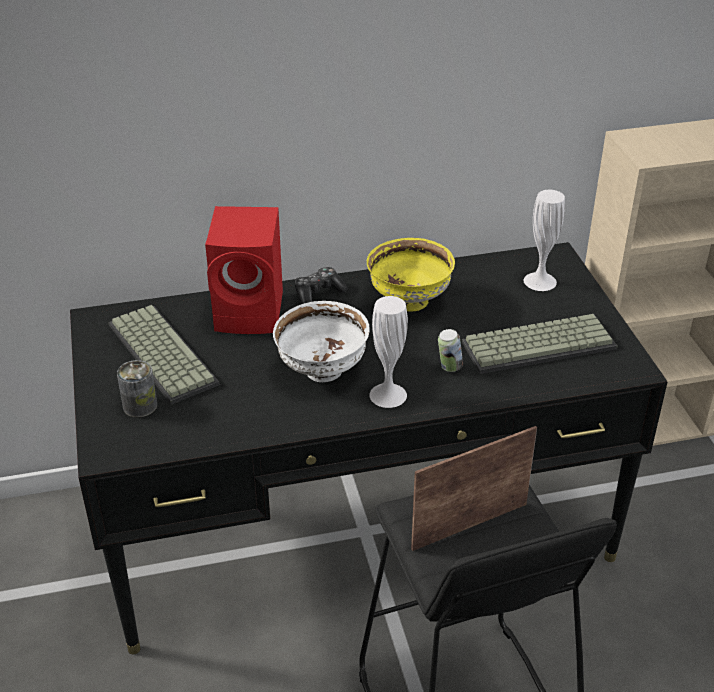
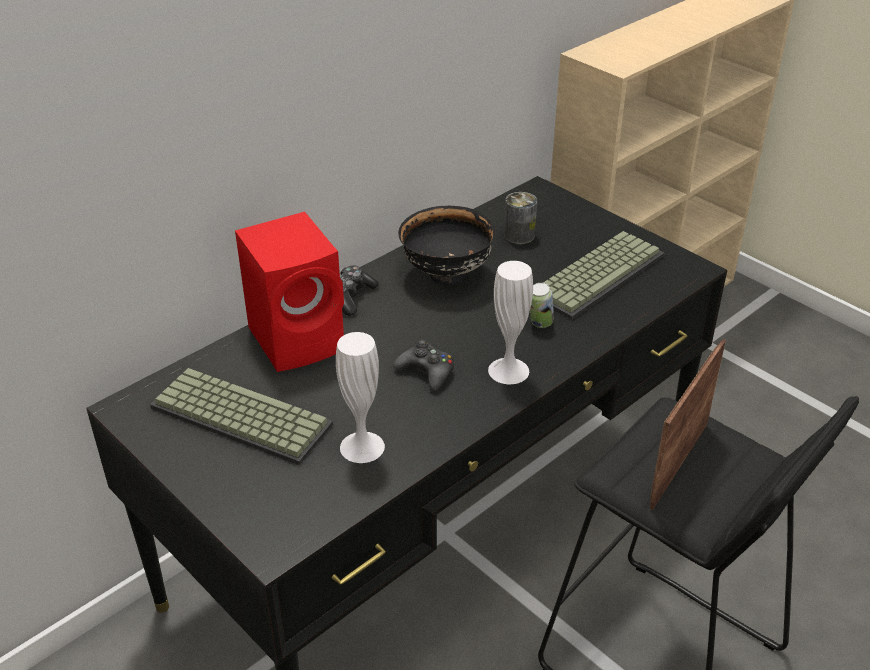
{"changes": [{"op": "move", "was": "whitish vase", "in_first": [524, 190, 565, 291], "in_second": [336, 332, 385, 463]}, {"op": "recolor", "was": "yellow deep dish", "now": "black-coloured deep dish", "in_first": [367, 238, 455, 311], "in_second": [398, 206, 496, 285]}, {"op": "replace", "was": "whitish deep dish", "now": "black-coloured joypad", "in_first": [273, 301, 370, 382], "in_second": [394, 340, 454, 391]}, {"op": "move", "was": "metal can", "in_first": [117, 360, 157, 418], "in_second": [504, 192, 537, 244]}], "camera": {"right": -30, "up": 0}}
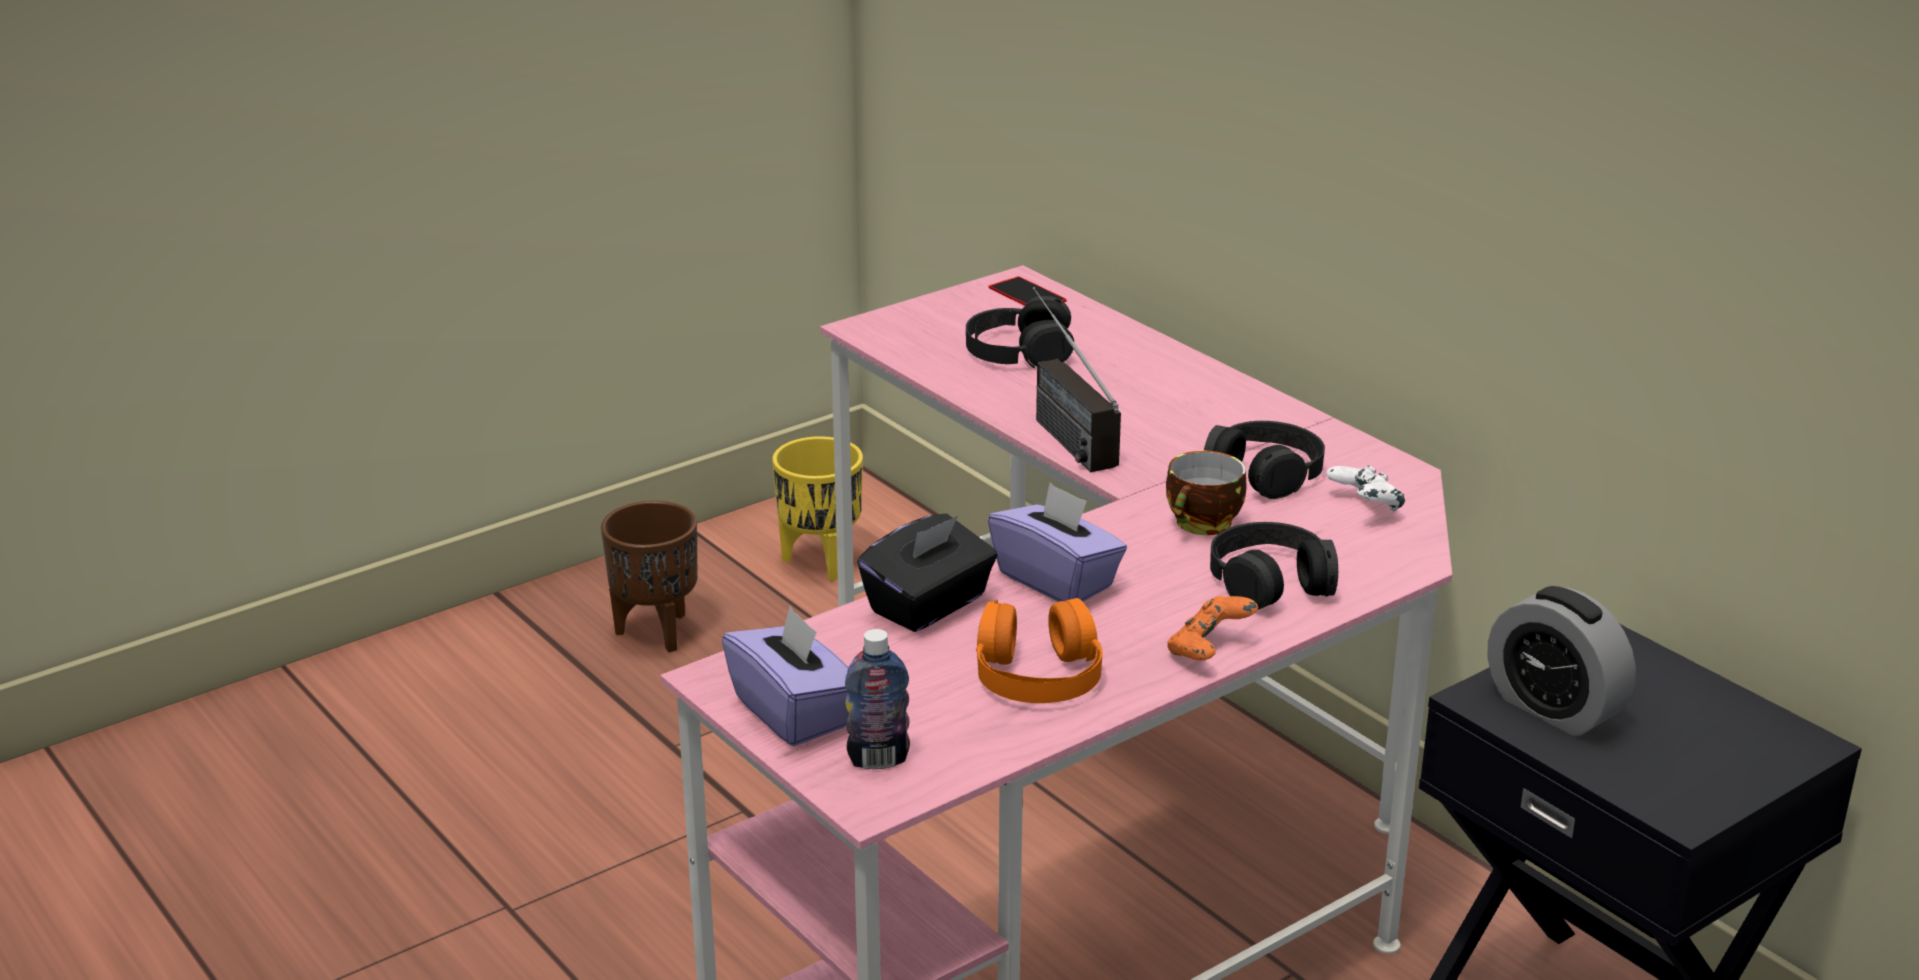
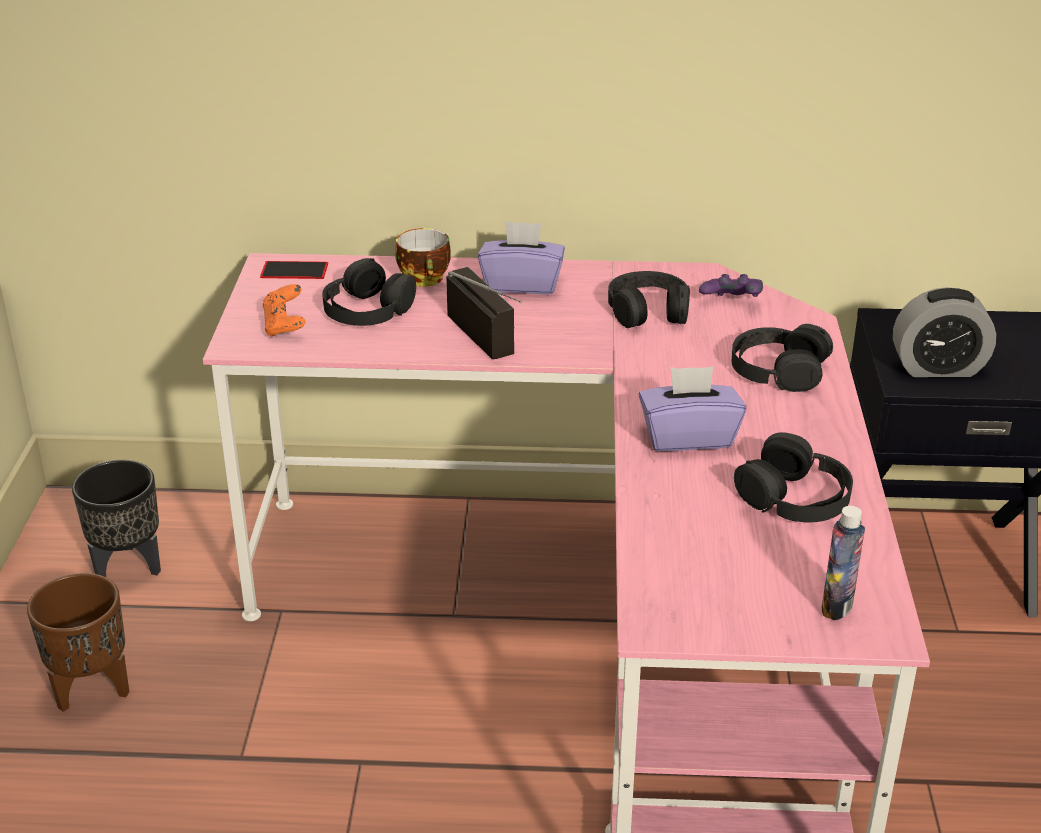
{"changes": [{"op": "rotate", "was": "radio receiver", "in_first": [1033, 287, 1121, 472], "in_second": [446, 267, 522, 359], "clockwise": -135}, {"op": "recolor", "was": "yellow flower pot", "now": "black-coloured flower pot", "in_first": [772, 436, 863, 581], "in_second": [72, 460, 161, 577]}, {"op": "move", "was": "small cup", "in_first": [1166, 451, 1247, 535], "in_second": [395, 228, 451, 287]}, {"op": "recolor", "was": "whitish joypad", "now": "purplish joypad", "in_first": [1326, 466, 1405, 512], "in_second": [699, 274, 763, 297]}, {"op": "delete", "was": "black-coloured box of tissues", "in_first": [857, 513, 997, 632]}, {"op": "move", "was": "orangey joypad", "in_first": [1167, 596, 1258, 661], "in_second": [263, 284, 305, 336]}, {"op": "recolor", "was": "orangey pair of headphones", "now": "black-coloured pair of headphones", "in_first": [976, 598, 1103, 703], "in_second": [734, 432, 853, 523]}, {"op": "move", "was": "purplish box of tissues", "in_first": [722, 606, 849, 746], "in_second": [478, 221, 565, 294]}], "camera": {"right": -50, "up": 5}}
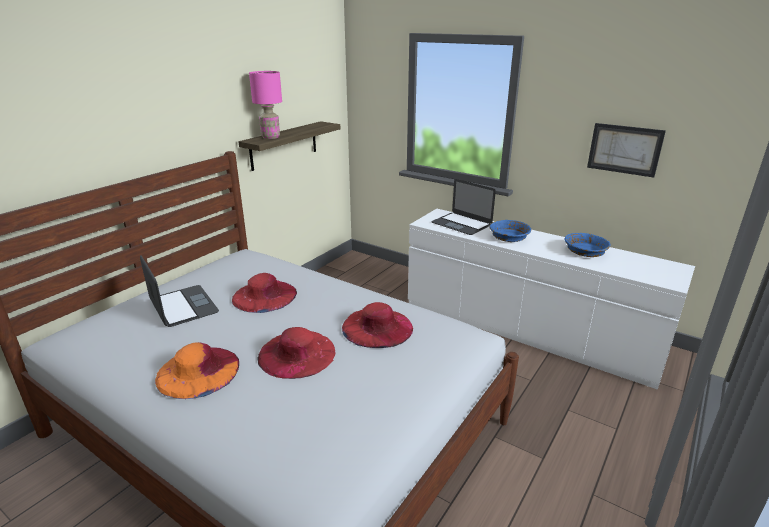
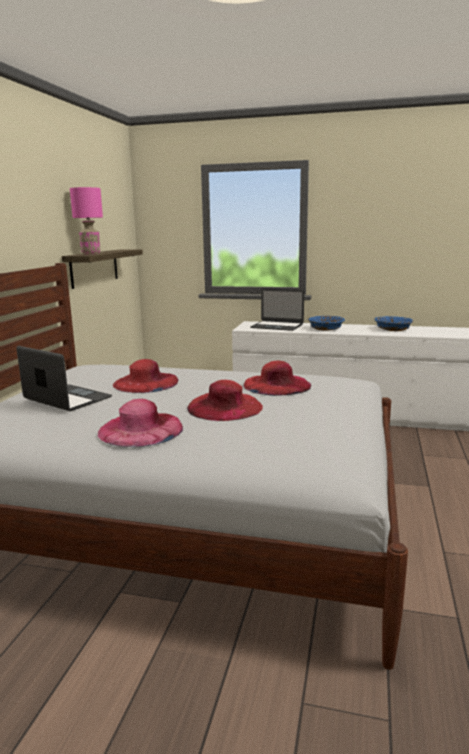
{"changes": [{"op": "delete", "was": "wall art", "in_first": [587, 123, 666, 178]}, {"op": "recolor", "was": "orangey clothing hat", "now": "pink clothing hat", "in_first": [155, 342, 239, 399], "in_second": [98, 399, 183, 447]}], "camera": {"right": -20, "up": -10}}
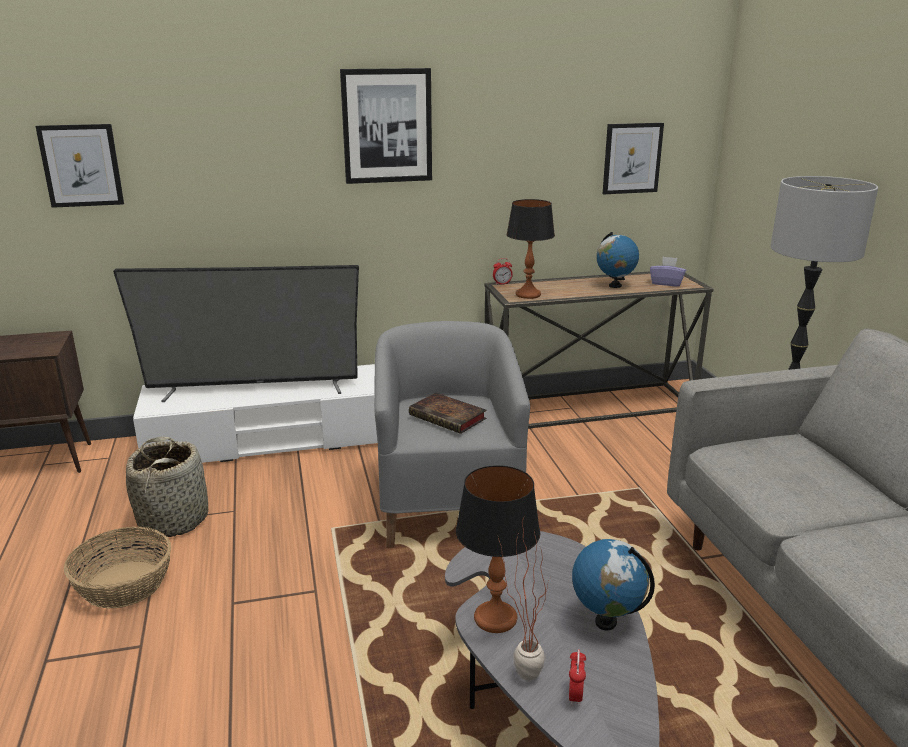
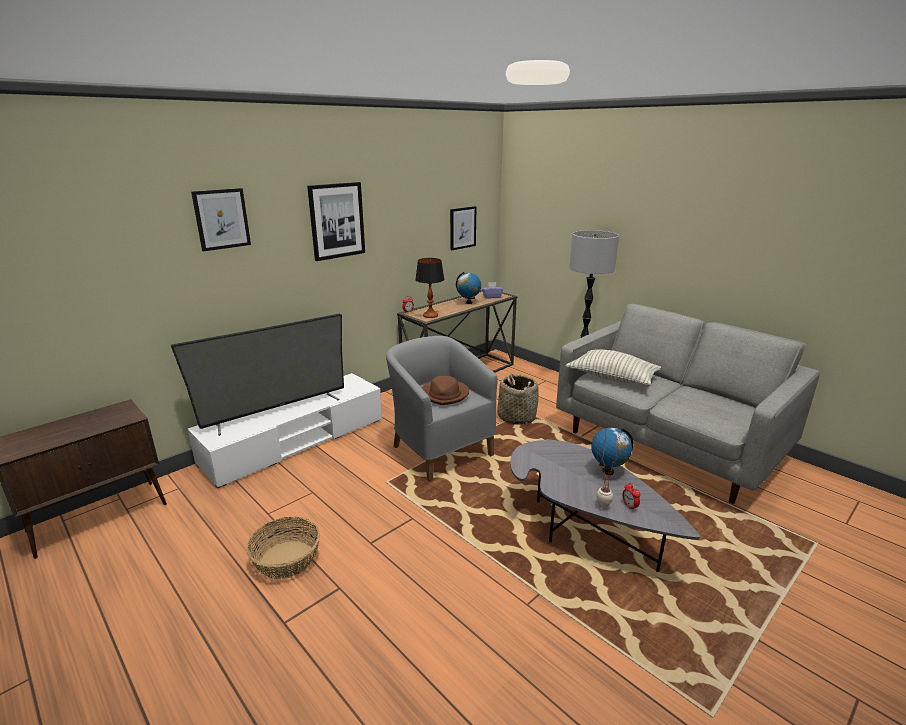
{"changes": [{"op": "move", "was": "wall art", "in_first": [36, 124, 124, 208], "in_second": [191, 188, 251, 252]}, {"op": "replace", "was": "bound book", "now": "brownish clothing hat", "in_first": [409, 393, 487, 434], "in_second": [422, 376, 469, 405]}, {"op": "move", "was": "storage basket", "in_first": [126, 437, 209, 537], "in_second": [497, 373, 539, 425]}, {"op": "delete", "was": "tabletop lamp", "in_first": [456, 465, 540, 633]}, {"op": "insert", "now": "cushion", "in_second": [566, 349, 661, 386]}], "camera": {"right": -30, "up": 0}}
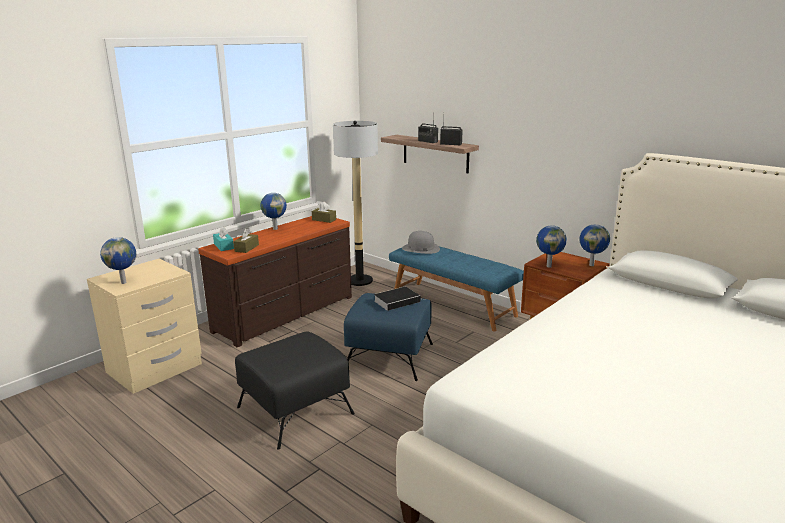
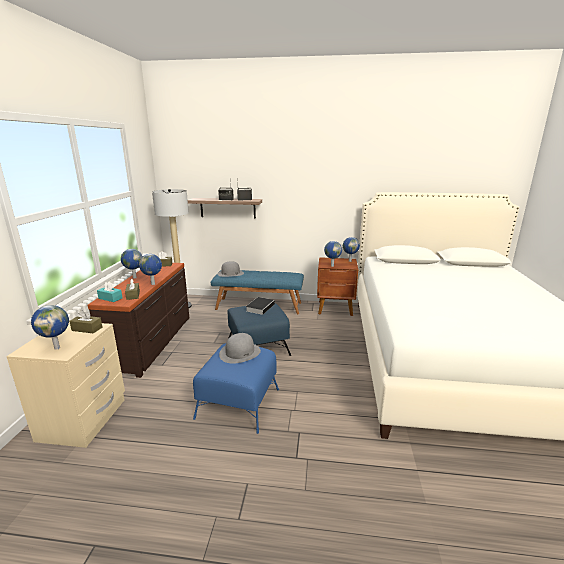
{"changes": [{"op": "recolor", "was": "black-coloured ottoman", "now": "blue ottoman", "in_first": [235, 331, 355, 449], "in_second": [193, 343, 279, 434]}, {"op": "insert", "now": "world globe", "in_second": [139, 254, 162, 285]}, {"op": "insert", "now": "brownish box of tissues", "in_second": [69, 310, 102, 334]}, {"op": "insert", "now": "grey clothing hat", "in_second": [219, 333, 261, 364]}], "camera": {"right": -35, "up": 0}}
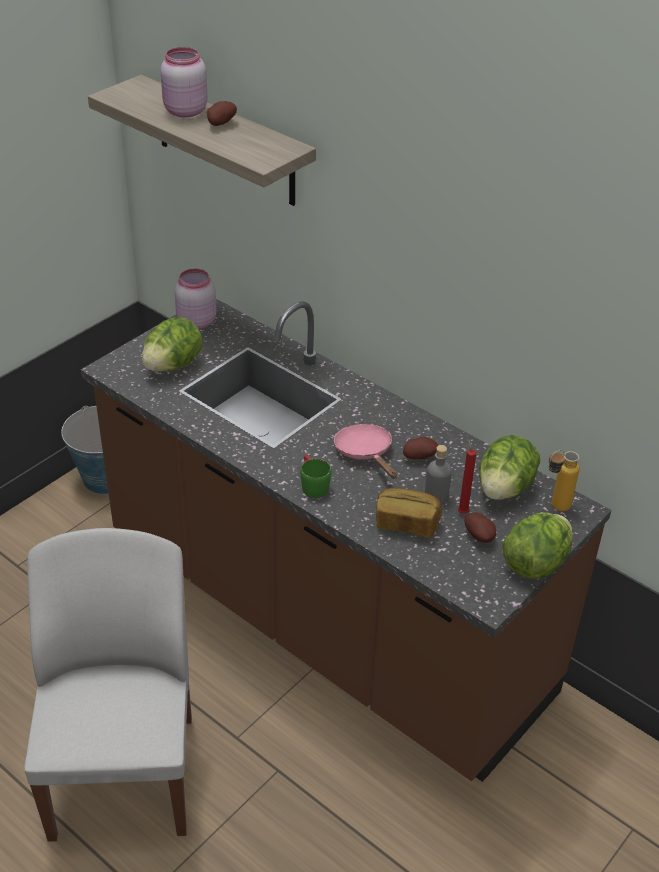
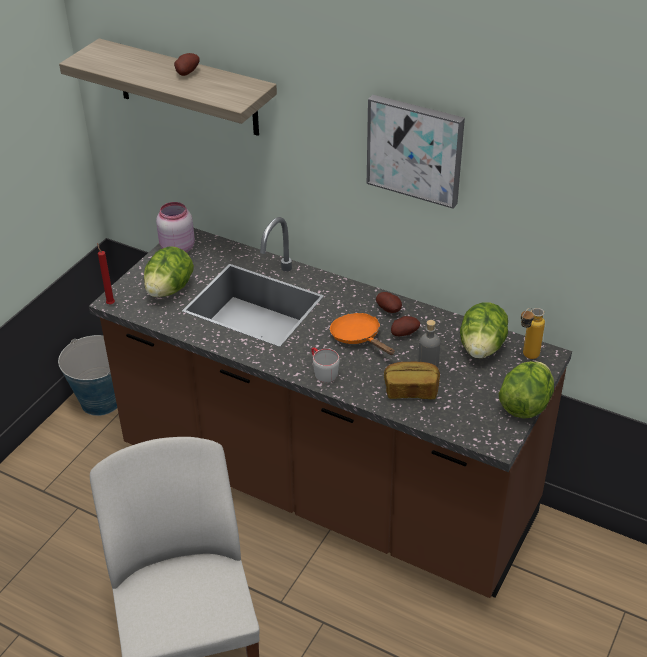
{"changes": [{"op": "delete", "was": "pink storage jar", "in_first": [160, 47, 208, 118]}, {"op": "recolor", "was": "pink pan", "now": "orangey pan", "in_first": [334, 424, 398, 479], "in_second": [330, 313, 395, 355]}, {"op": "move", "was": "reddish wax light", "in_first": [458, 438, 476, 514], "in_second": [97, 243, 115, 304]}, {"op": "recolor", "was": "green tea mug", "now": "grey tea mug", "in_first": [300, 455, 332, 498], "in_second": [311, 347, 340, 383]}, {"op": "move", "was": "spud", "in_first": [465, 513, 496, 543], "in_second": [376, 292, 402, 313]}, {"op": "insert", "now": "wall art", "in_second": [367, 95, 465, 209]}], "camera": {"right": -10, "up": 0}}
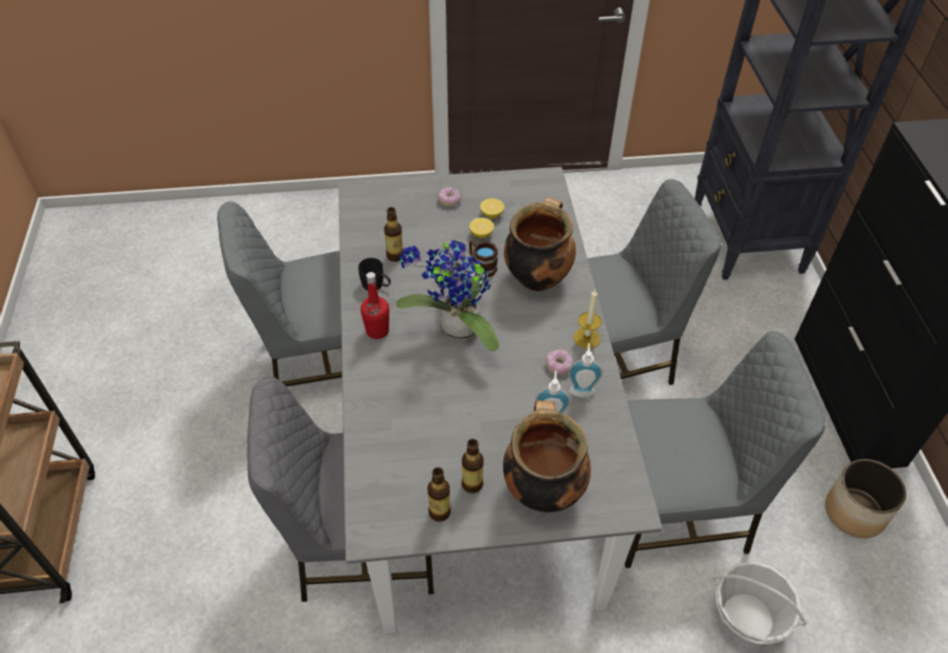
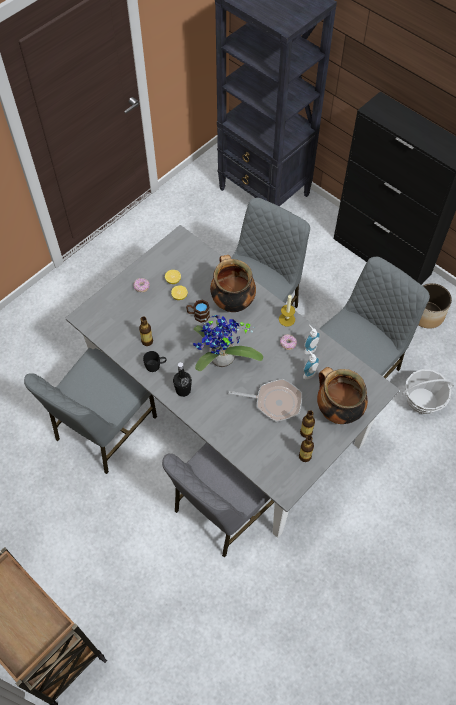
{"changes": [{"op": "recolor", "was": "reddish drink bottle", "now": "black-coloured drink bottle", "in_first": [361, 272, 389, 339], "in_second": [173, 362, 192, 397]}, {"op": "insert", "now": "pan", "in_second": [229, 379, 302, 422]}], "camera": {"right": -40, "up": 10}}
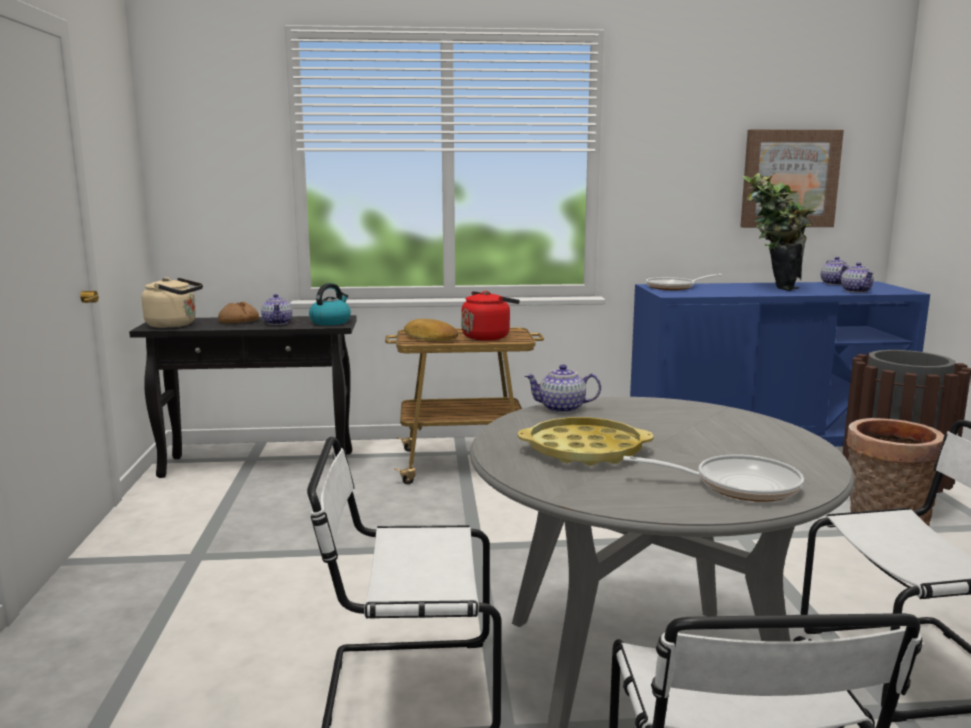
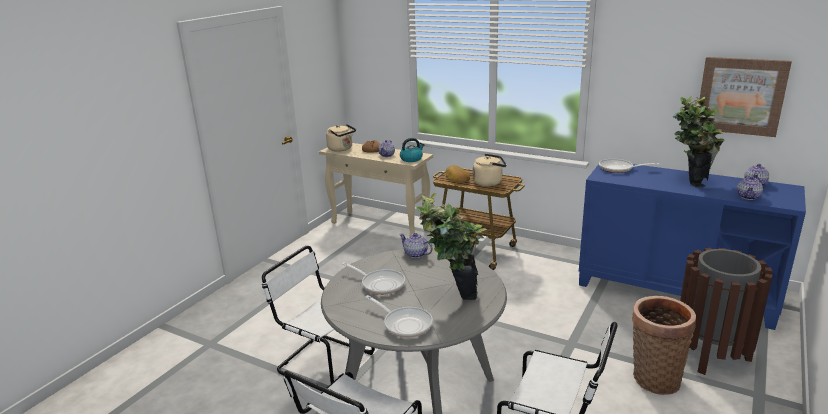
{"changes": [{"op": "recolor", "was": "reddish kettle", "now": "beige-coloured kettle", "in_first": [461, 291, 520, 341], "in_second": [473, 154, 507, 187]}, {"op": "recolor", "was": "black-coloured narrow table", "now": "beige-coloured narrow table", "in_first": [129, 315, 357, 478], "in_second": [319, 143, 433, 235]}, {"op": "replace", "was": "yellow tray", "now": "pan", "in_first": [518, 417, 654, 466], "in_second": [342, 262, 405, 295]}, {"op": "insert", "now": "plant in a pot", "in_second": [415, 193, 487, 300]}], "camera": {"right": 35, "up": 10}}
